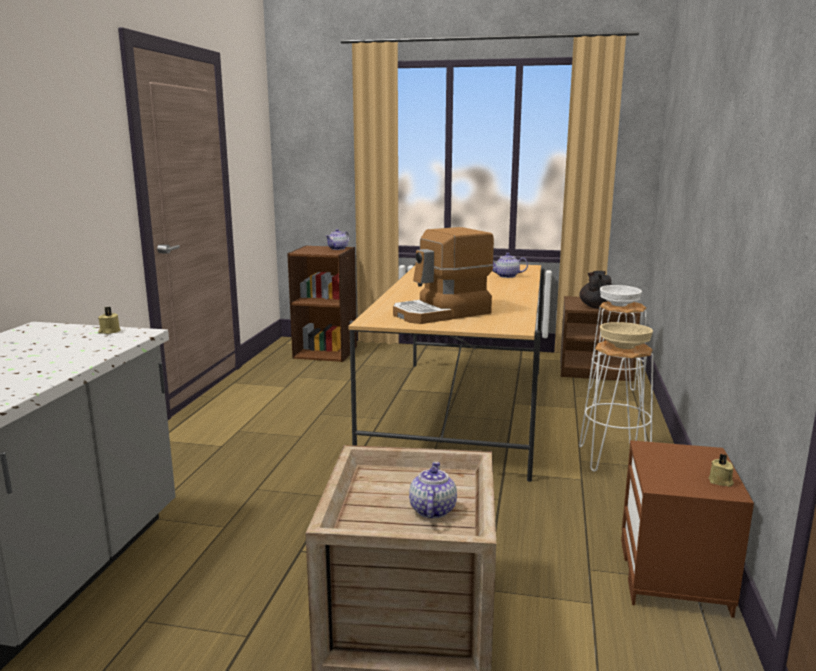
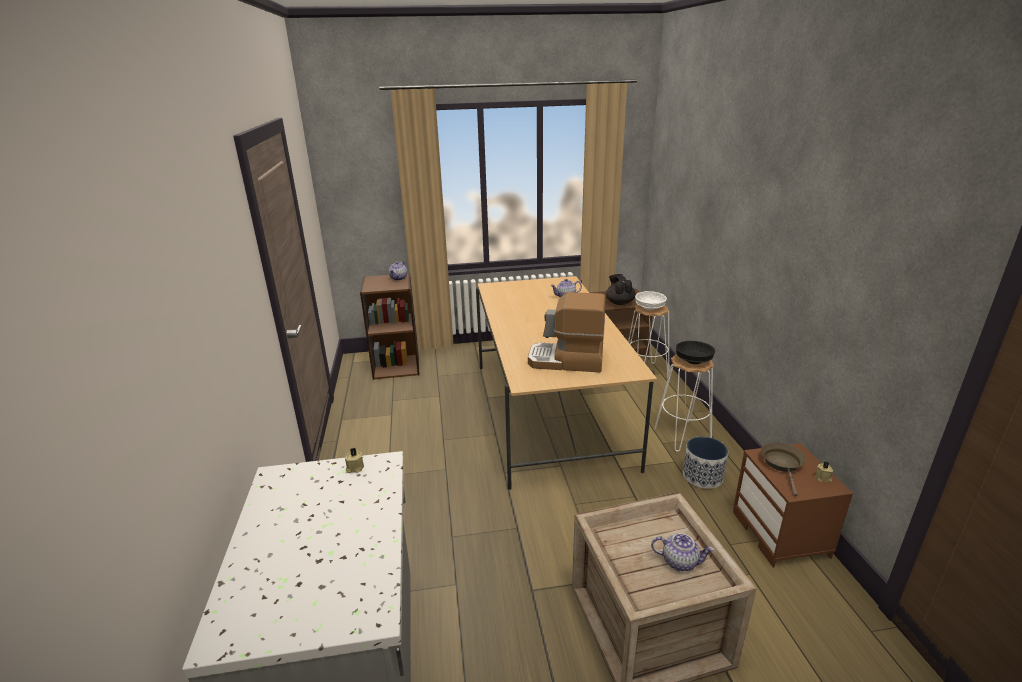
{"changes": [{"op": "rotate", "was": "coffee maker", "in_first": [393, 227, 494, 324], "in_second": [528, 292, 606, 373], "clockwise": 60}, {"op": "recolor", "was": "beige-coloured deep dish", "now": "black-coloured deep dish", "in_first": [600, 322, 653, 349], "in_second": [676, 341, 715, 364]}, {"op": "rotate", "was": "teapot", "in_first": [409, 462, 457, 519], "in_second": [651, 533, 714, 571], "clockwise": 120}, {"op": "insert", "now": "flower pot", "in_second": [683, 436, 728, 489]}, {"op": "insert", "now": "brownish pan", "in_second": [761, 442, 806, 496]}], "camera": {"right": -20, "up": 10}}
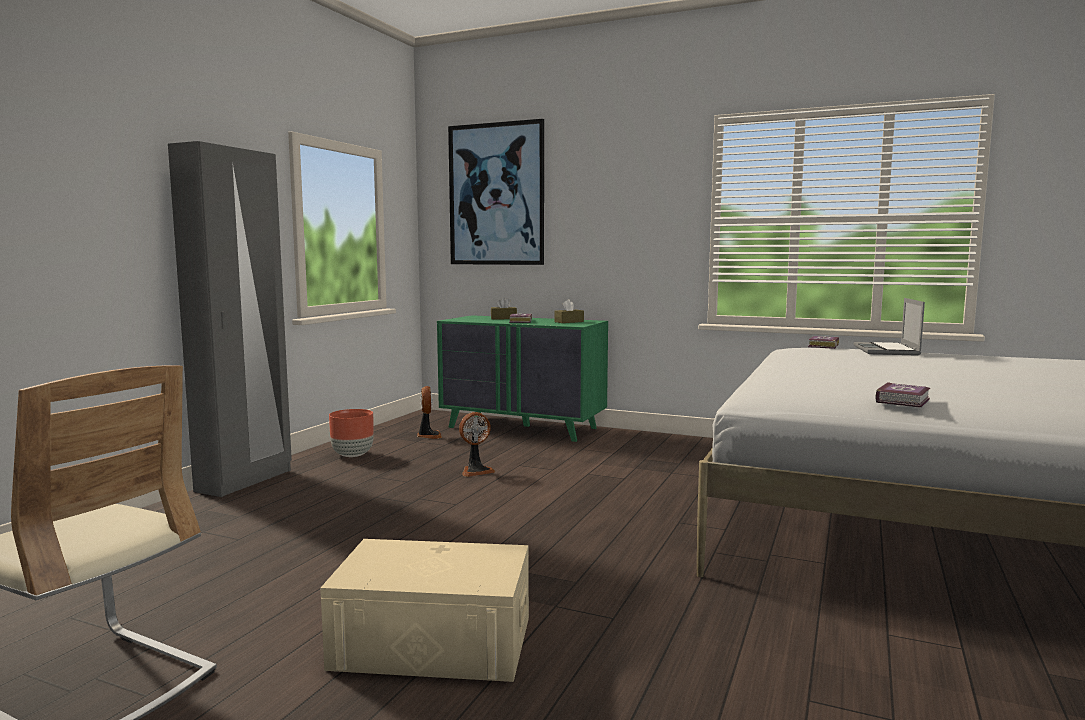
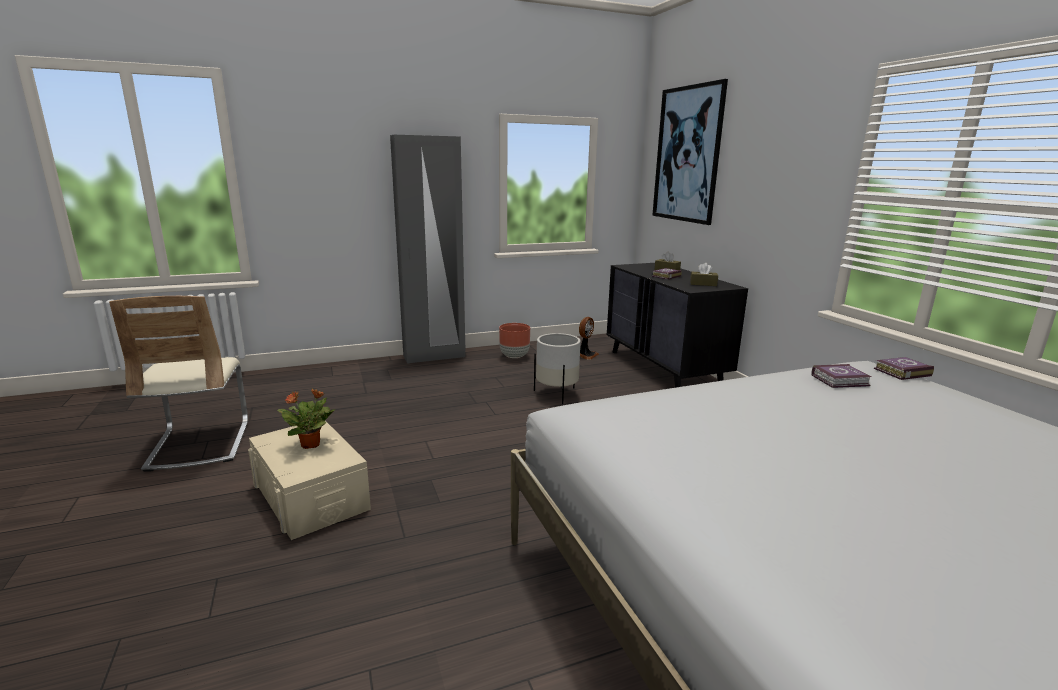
{"changes": [{"op": "delete", "was": "laptop", "in_first": [854, 298, 925, 356]}, {"op": "recolor", "was": "green dresser", "now": "black-coloured dresser", "in_first": [437, 315, 608, 442], "in_second": [607, 263, 748, 388]}, {"op": "move", "was": "bound book", "in_first": [876, 382, 930, 408], "in_second": [811, 364, 871, 388]}, {"op": "replace", "was": "electric fan", "now": "whitish flower pot", "in_first": [459, 412, 495, 477], "in_second": [534, 333, 581, 404]}, {"op": "insert", "now": "plant in a pot", "in_second": [277, 389, 335, 449]}], "camera": {"right": 45, "up": 10}}
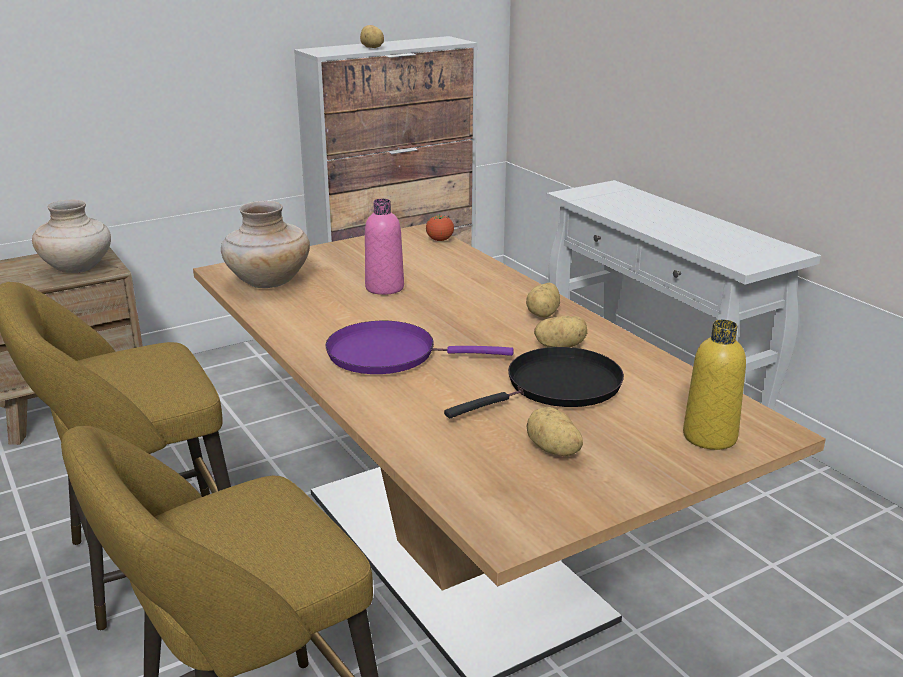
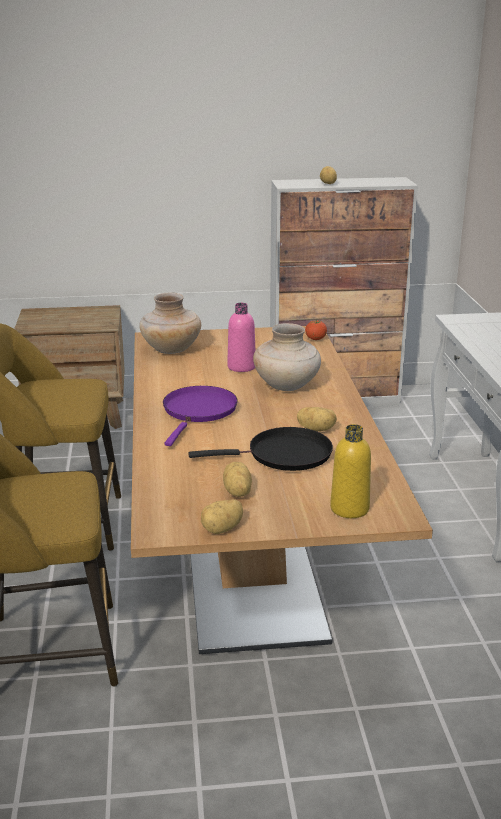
{"changes": [{"op": "move", "was": "beige-coloured vase", "in_first": [32, 200, 111, 273], "in_second": [253, 323, 321, 391]}, {"op": "move", "was": "spud", "in_first": [526, 283, 560, 317], "in_second": [201, 499, 243, 534]}, {"op": "rotate", "was": "purplish pan", "in_first": [325, 321, 514, 374], "in_second": [163, 386, 238, 446], "clockwise": 75}], "camera": {"right": 25, "up": 0}}
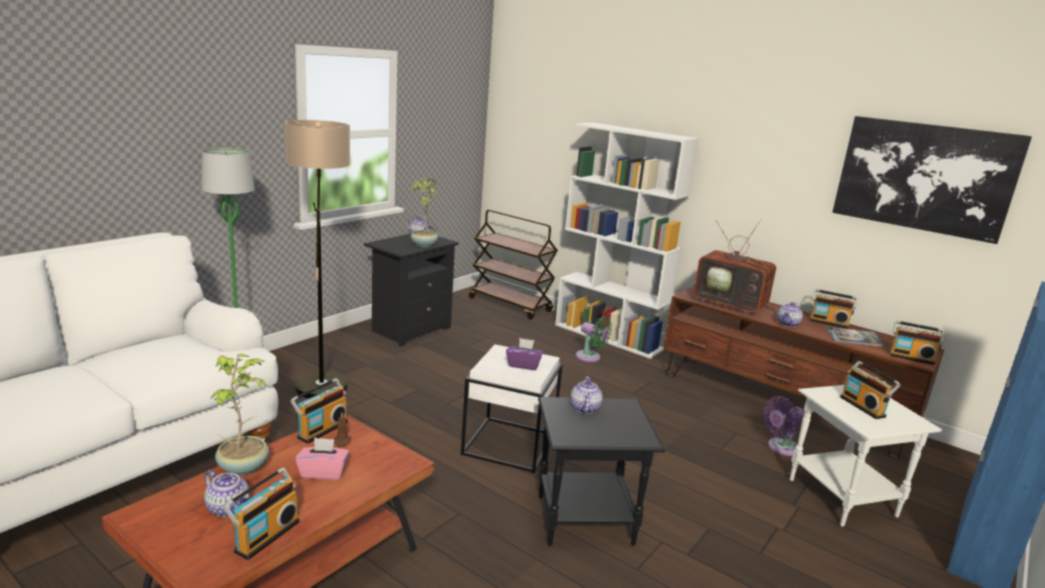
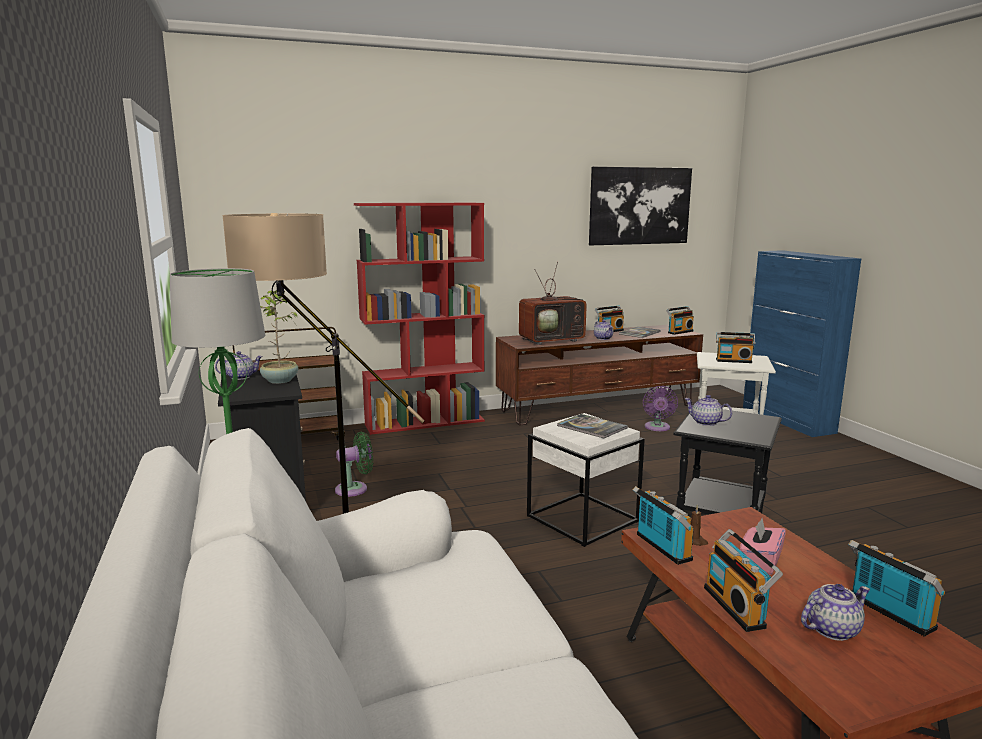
{"changes": [{"op": "recolor", "was": "whitish bookcase", "now": "reddish bookcase", "in_first": [555, 123, 699, 359], "in_second": [354, 203, 485, 435]}, {"op": "move", "was": "green electric fan", "in_first": [576, 316, 612, 362], "in_second": [335, 432, 373, 497]}, {"op": "replace", "was": "purplish box of tissues", "now": "bound book", "in_first": [506, 338, 543, 370], "in_second": [557, 414, 628, 438]}, {"op": "replace", "was": "plant in a pot", "now": "radio receiver", "in_first": [211, 354, 269, 476], "in_second": [704, 529, 783, 632]}], "camera": {"right": -55, "up": -5}}
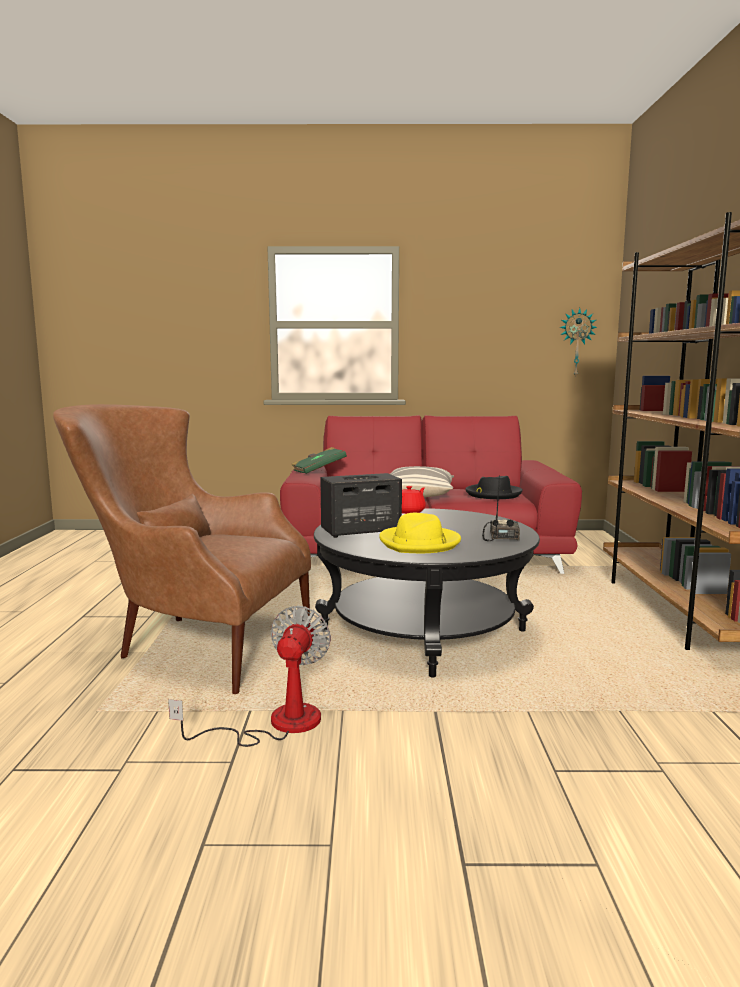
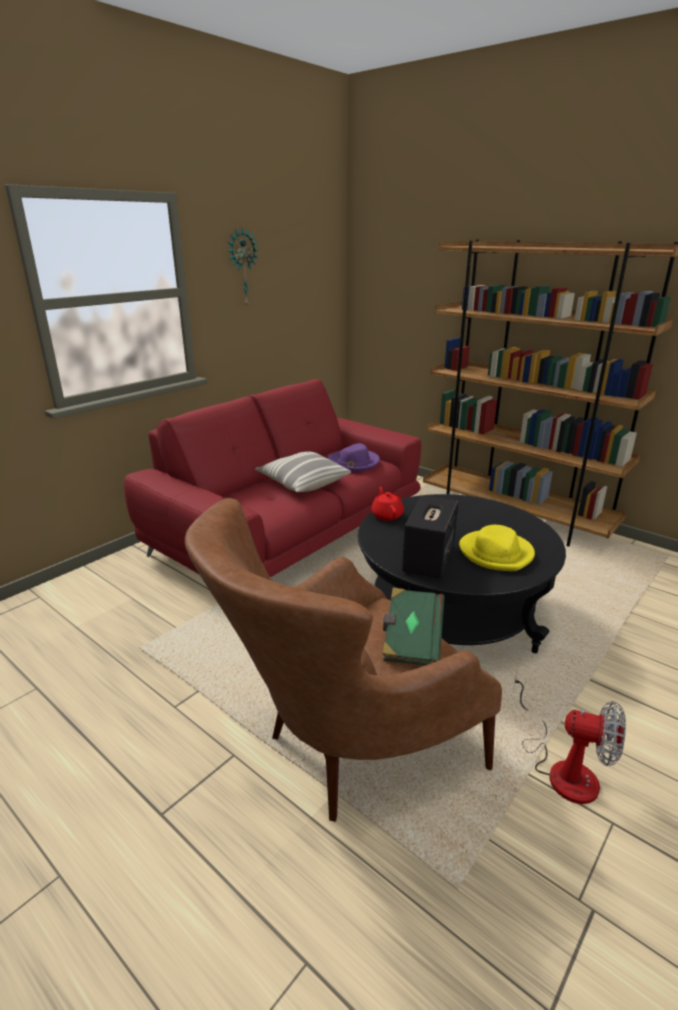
{"changes": [{"op": "move", "was": "clock on the wall", "in_first": [560, 308, 597, 378], "in_second": [228, 228, 258, 305]}, {"op": "move", "was": "green bound book", "in_first": [291, 447, 347, 474], "in_second": [382, 588, 444, 665]}, {"op": "delete", "was": "radio receiver", "in_first": [482, 475, 520, 541]}, {"op": "recolor", "was": "black-coloured clothing hat", "now": "purplish clothing hat", "in_first": [465, 476, 523, 499], "in_second": [328, 443, 380, 472]}, {"op": "rotate", "was": "electric fan", "in_first": [168, 606, 331, 747], "in_second": [513, 671, 626, 804], "clockwise": 150}], "camera": {"right": -50, "up": 15}}
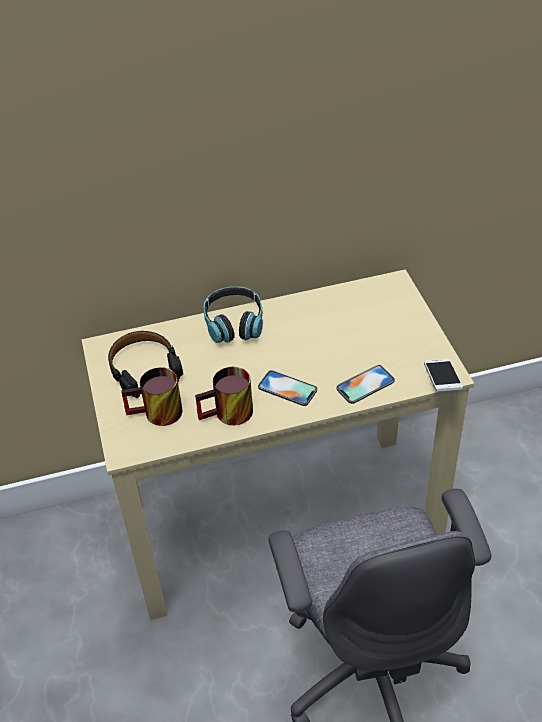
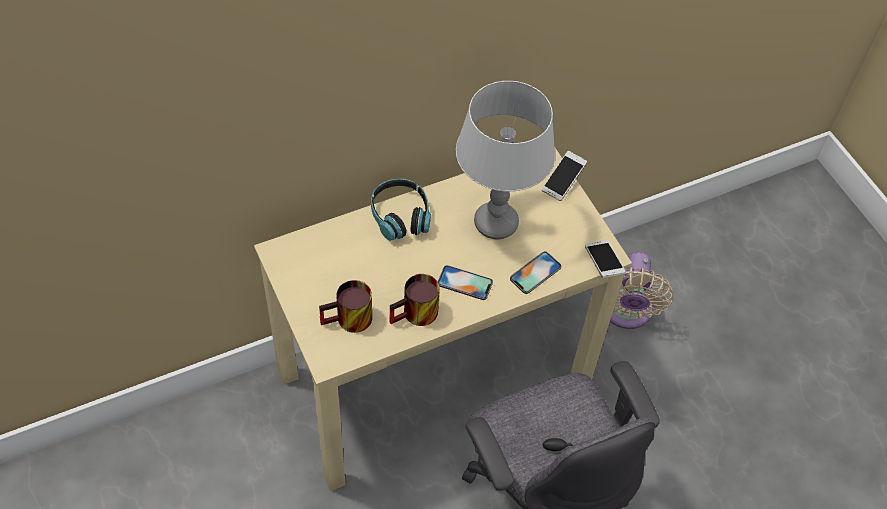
{"changes": [{"op": "delete", "was": "black-coloured pair of headphones", "in_first": [108, 331, 183, 398]}, {"op": "insert", "now": "grey tabletop lamp", "in_second": [456, 81, 555, 239]}, {"op": "insert", "now": "phone", "in_second": [541, 151, 587, 201]}, {"op": "insert", "now": "beige-coloured electric fan", "in_second": [610, 252, 673, 329]}], "camera": {"right": -15, "up": 10}}
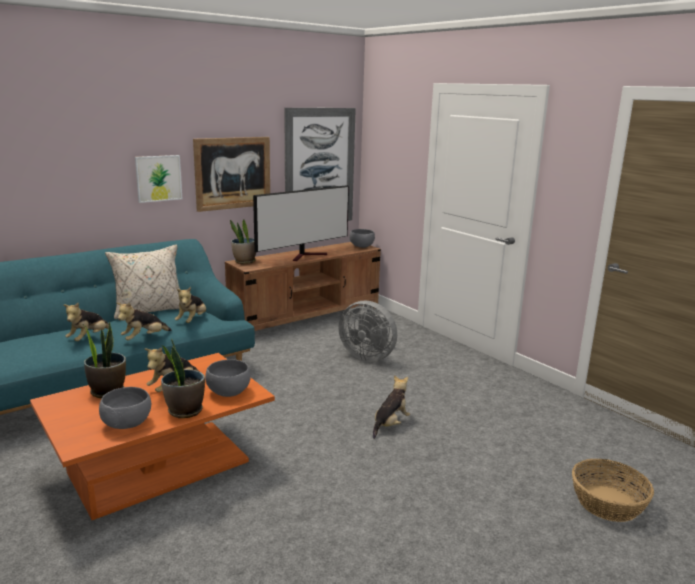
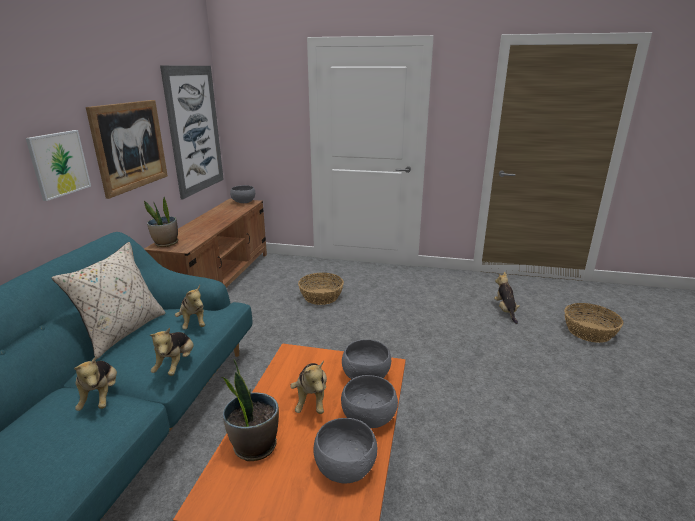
{"changes": [{"op": "delete", "was": "television", "in_first": [253, 185, 349, 261]}, {"op": "replace", "was": "grey electric fan", "now": "storage basket", "in_first": [338, 301, 397, 362], "in_second": [298, 273, 344, 305]}, {"op": "replace", "was": "plant in a pot", "now": "grey deep dish", "in_first": [161, 338, 205, 418], "in_second": [341, 375, 398, 428]}, {"op": "move", "was": "plush toy", "in_first": [373, 375, 410, 439], "in_second": [494, 272, 520, 324]}], "camera": {"right": -40, "up": 5}}
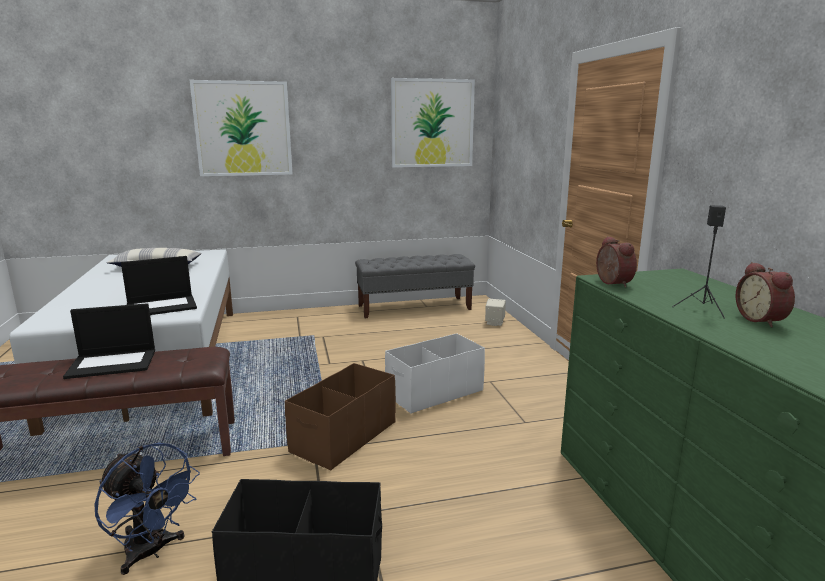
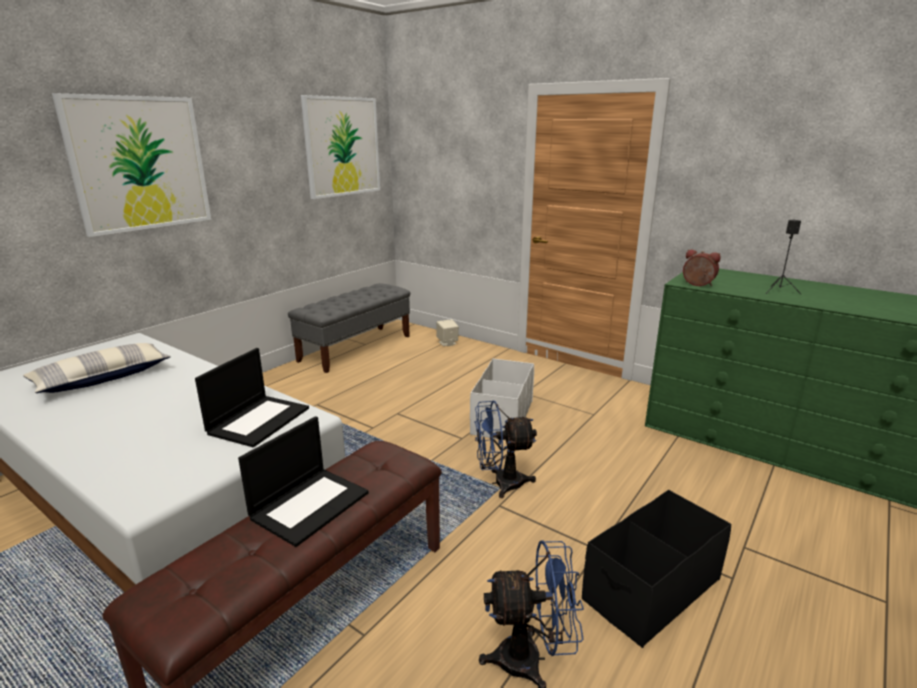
{"changes": [{"op": "delete", "was": "table clock", "in_first": [736, 262, 795, 327]}, {"op": "replace", "was": "brownish storage bin", "now": "blue electric fan", "in_first": [285, 363, 396, 470], "in_second": [475, 401, 537, 498]}], "camera": {"right": -40, "up": 5}}
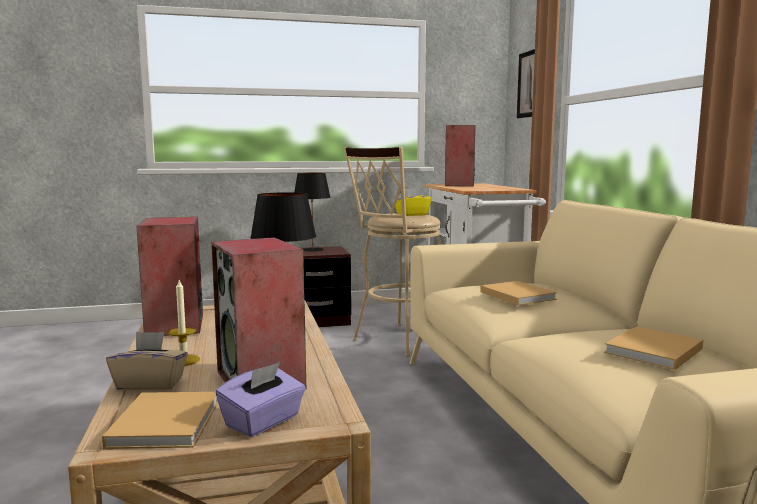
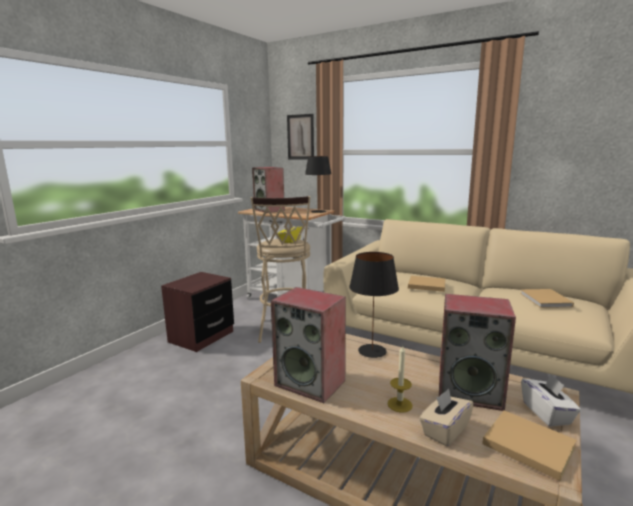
{"changes": [{"op": "move", "was": "black-coloured tabletop lamp", "in_first": [294, 173, 331, 251], "in_second": [305, 156, 331, 213]}, {"op": "recolor", "was": "purplish box of tissues", "now": "whitish box of tissues", "in_first": [216, 362, 306, 437], "in_second": [521, 374, 581, 427]}], "camera": {"right": -45, "up": 5}}
